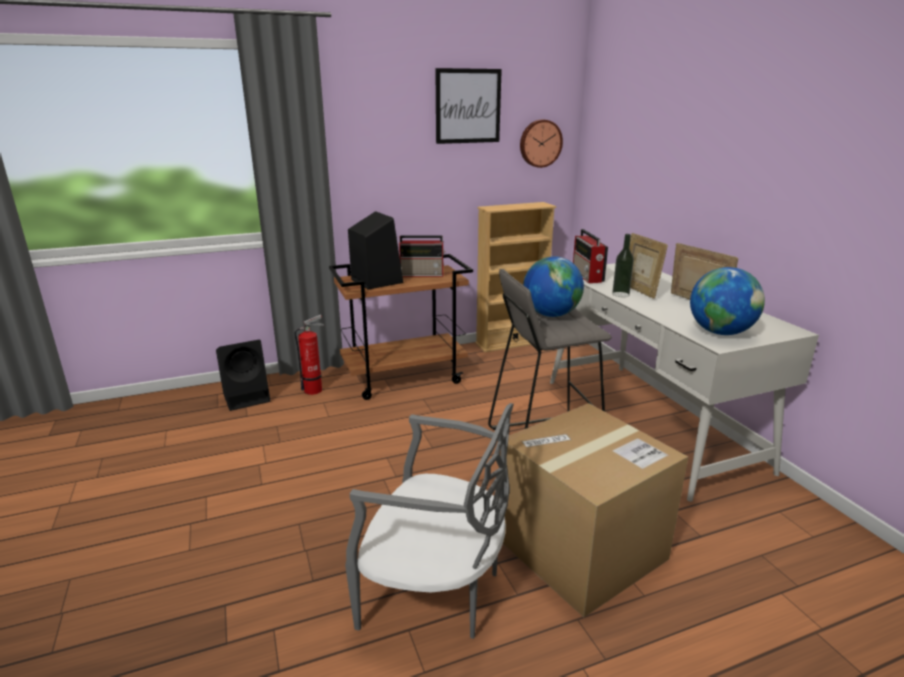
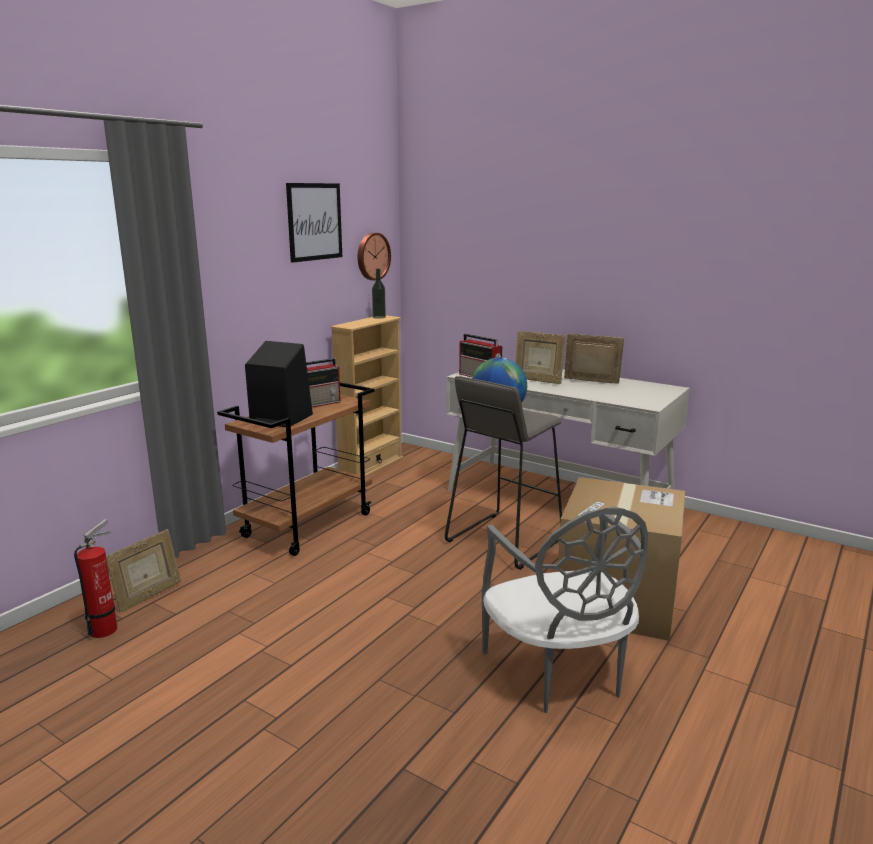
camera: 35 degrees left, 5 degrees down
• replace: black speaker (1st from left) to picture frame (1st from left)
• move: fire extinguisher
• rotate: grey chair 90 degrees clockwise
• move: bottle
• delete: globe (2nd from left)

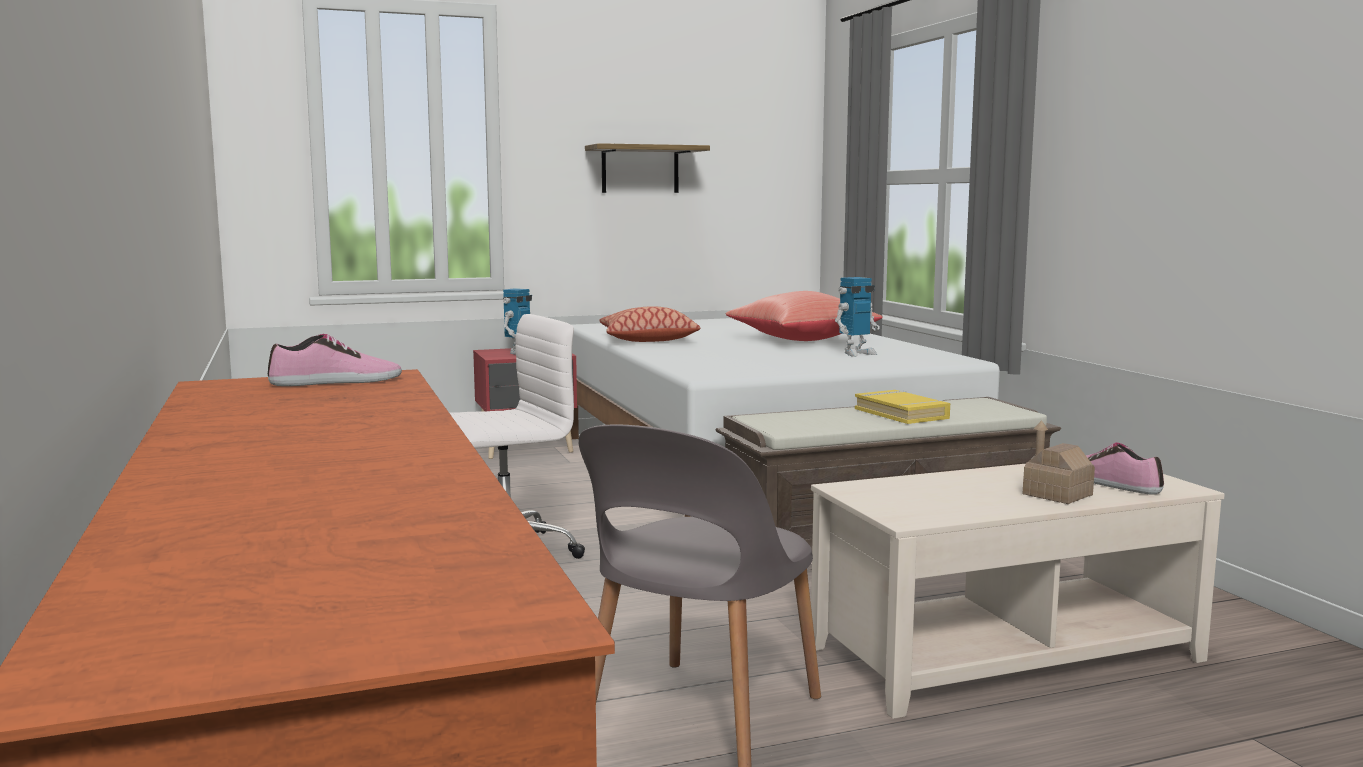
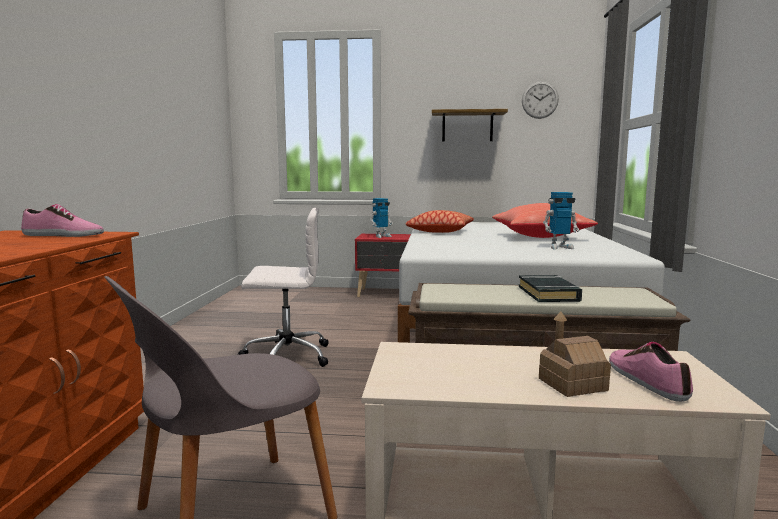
camera: 25 degrees right, 0 degrees up
• recolor: yellow book to black book
• insert: wall clock

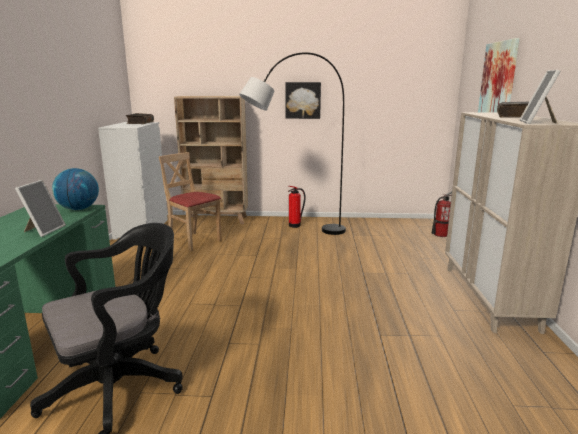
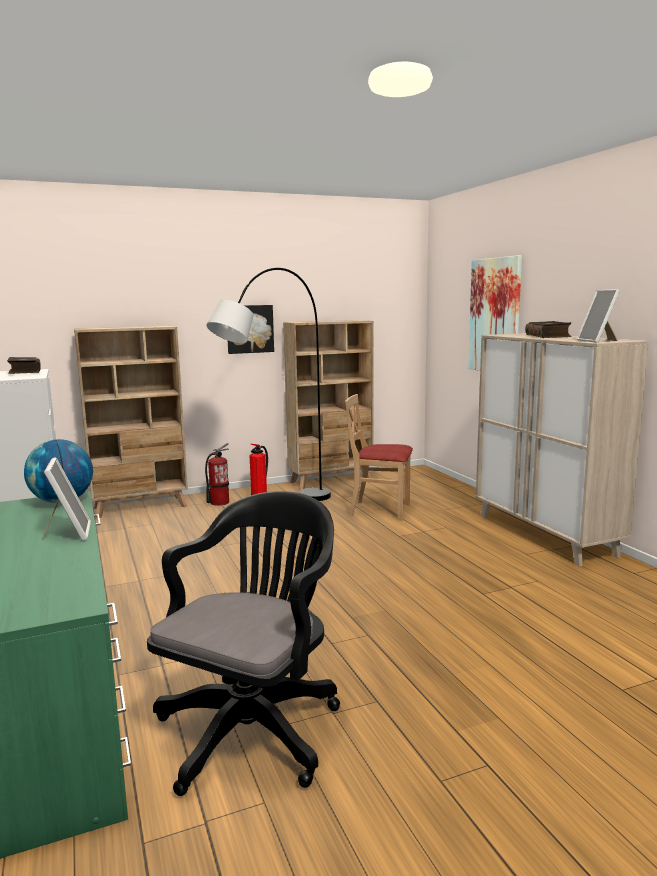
camera: 25 degrees left, 5 degrees down
• move: beige chair
• move: fire extinguisher (2nd from left in the first image) to fire extinguisher (1st from left)
• insert: beige bookcase (2nd from left)

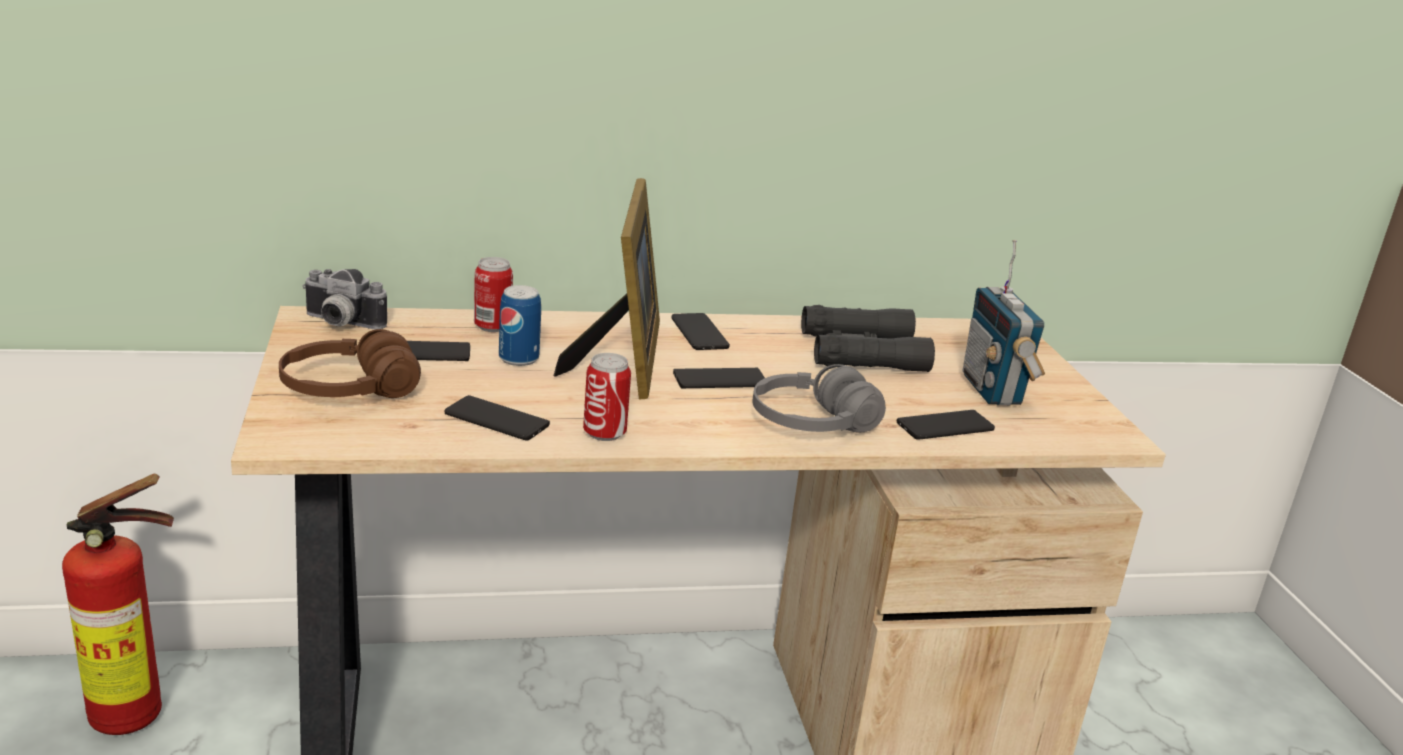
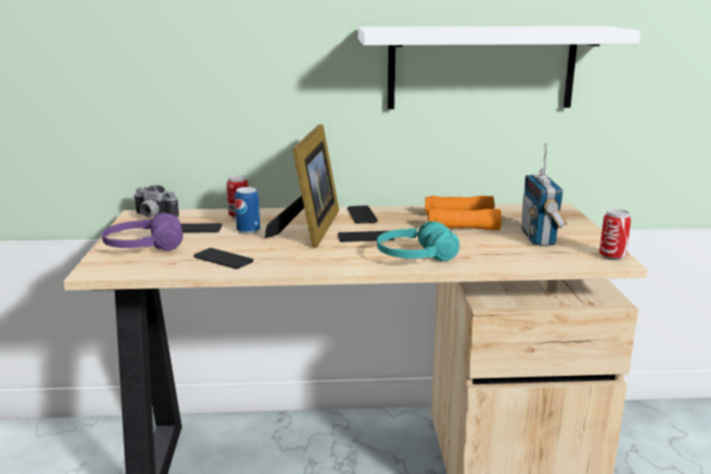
camera: 10 degrees right, 5 degrees down
• delete: fire extinguisher
• recolor: brown headphones to purple headphones
• move: can (3rd from left)
• recolor: grey headphones to turquoise headphones
• recolor: black binoculars to orange binoculars
• delete: phone (5th from left)
• insert: white shelf

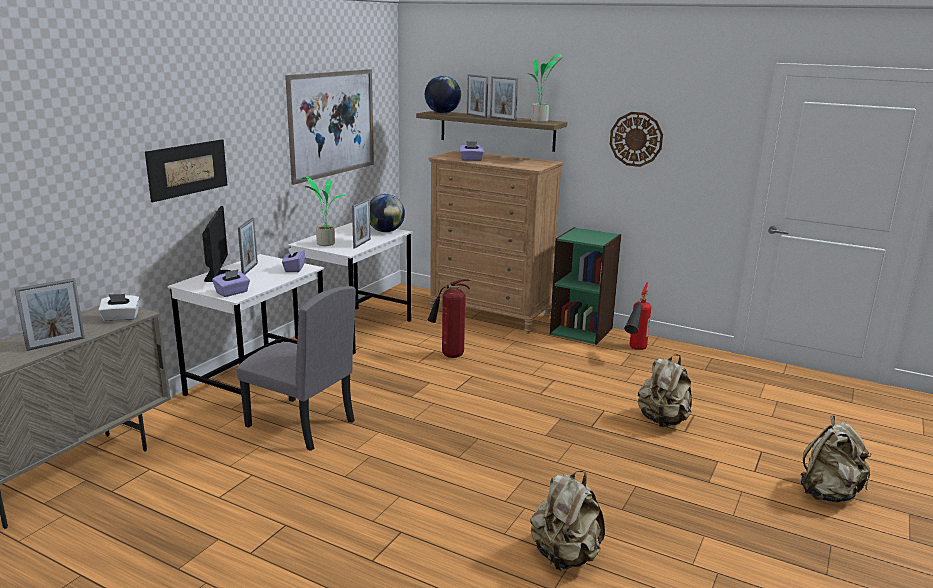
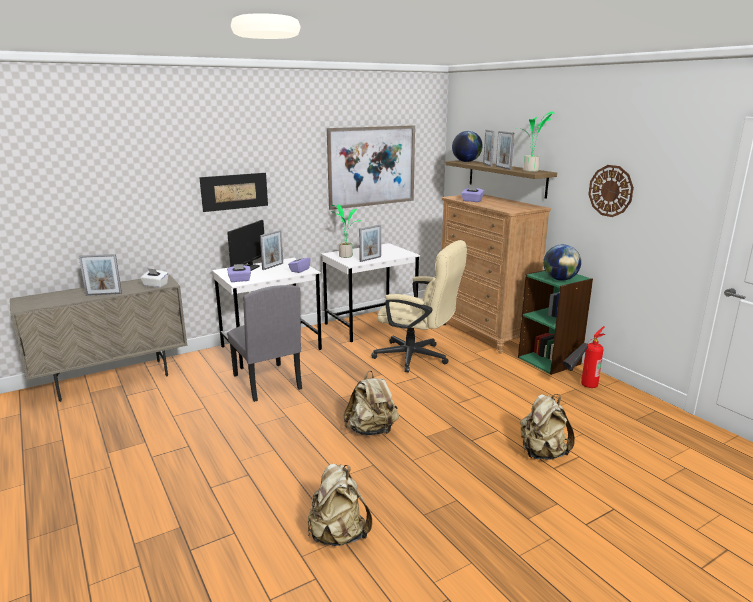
camera: 30 degrees right, 0 degrees up
• move: globe (1st from left in the first image) to globe (2nd from left)
• replace: fire extinguisher (1st from left) to beige office chair
• move: beige backpack (3rd from left in the first image) to beige backpack (2nd from left)

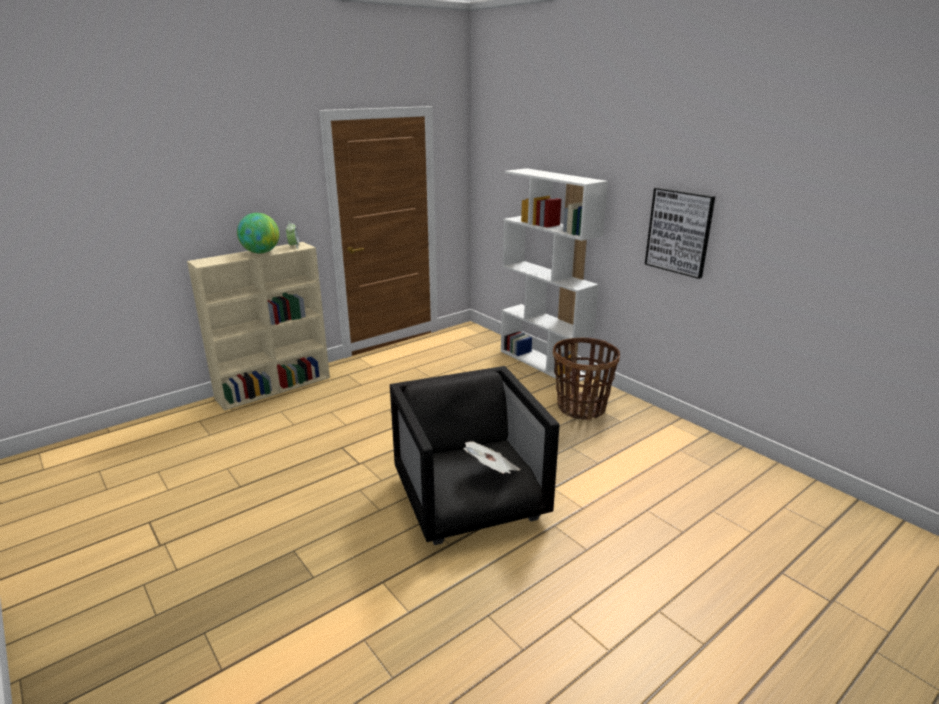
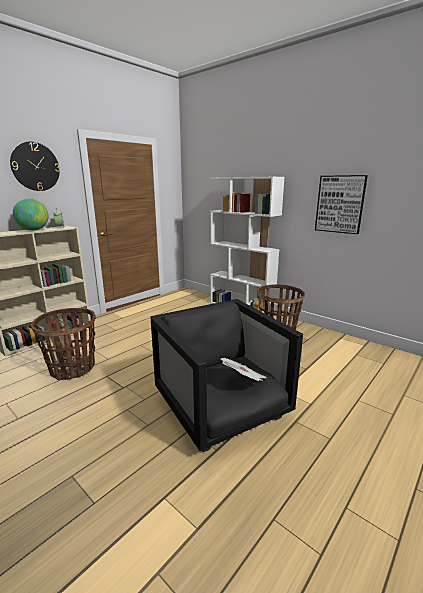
camera: 10 degrees left, 5 degrees down
• insert: wall clock
• insert: basket (1st from left)

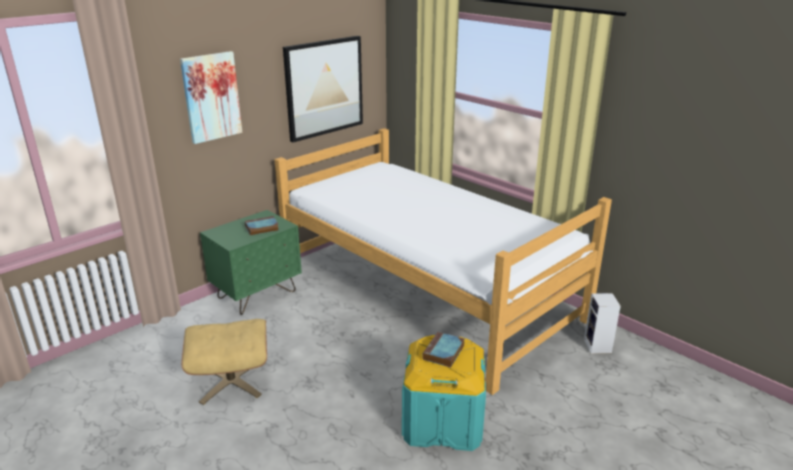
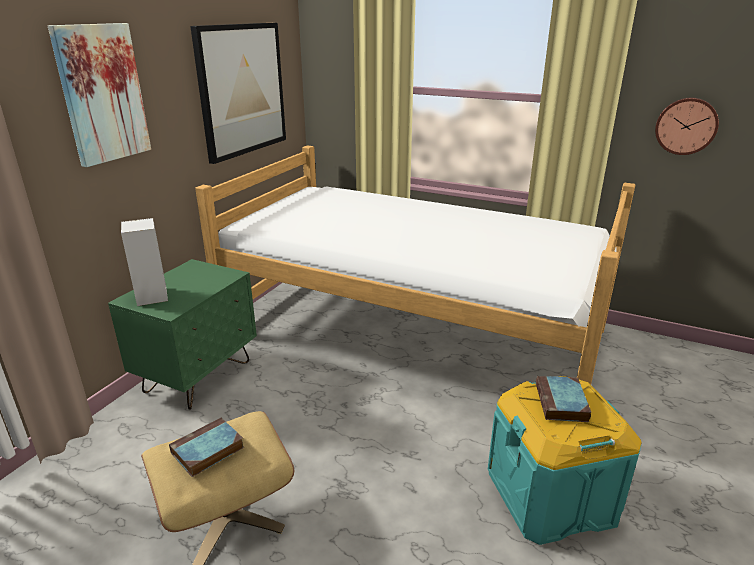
camera: 20 degrees left, 0 degrees up
• move: book (1st from left)
• move: speaker
• insert: wall clock

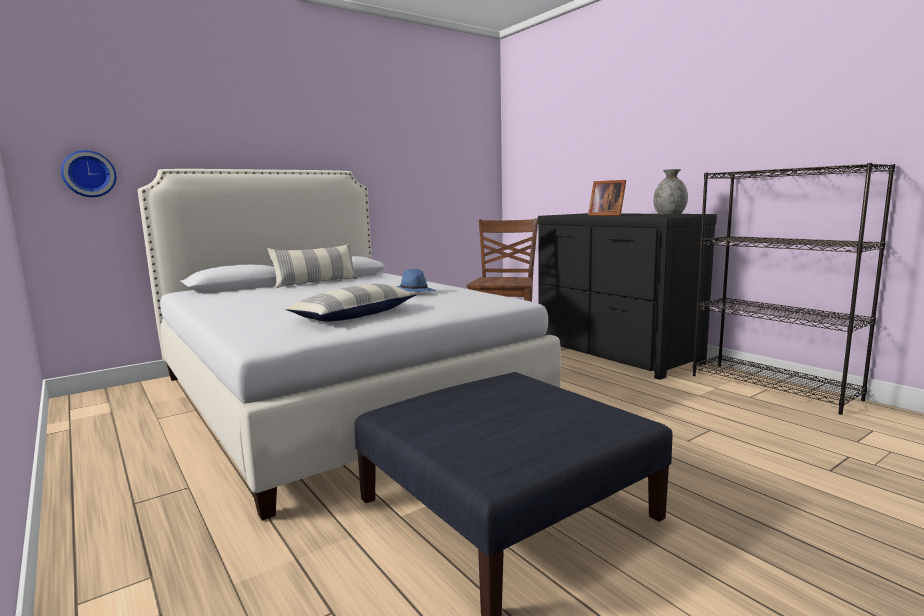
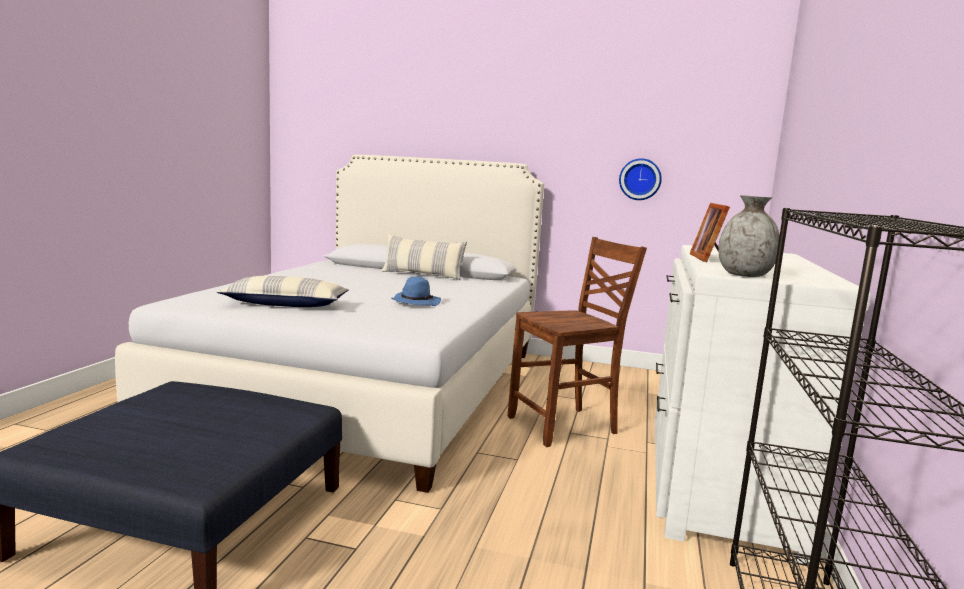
camera: 50 degrees right, 0 degrees up
• move: wall clock
• recolor: black dresser to white dresser

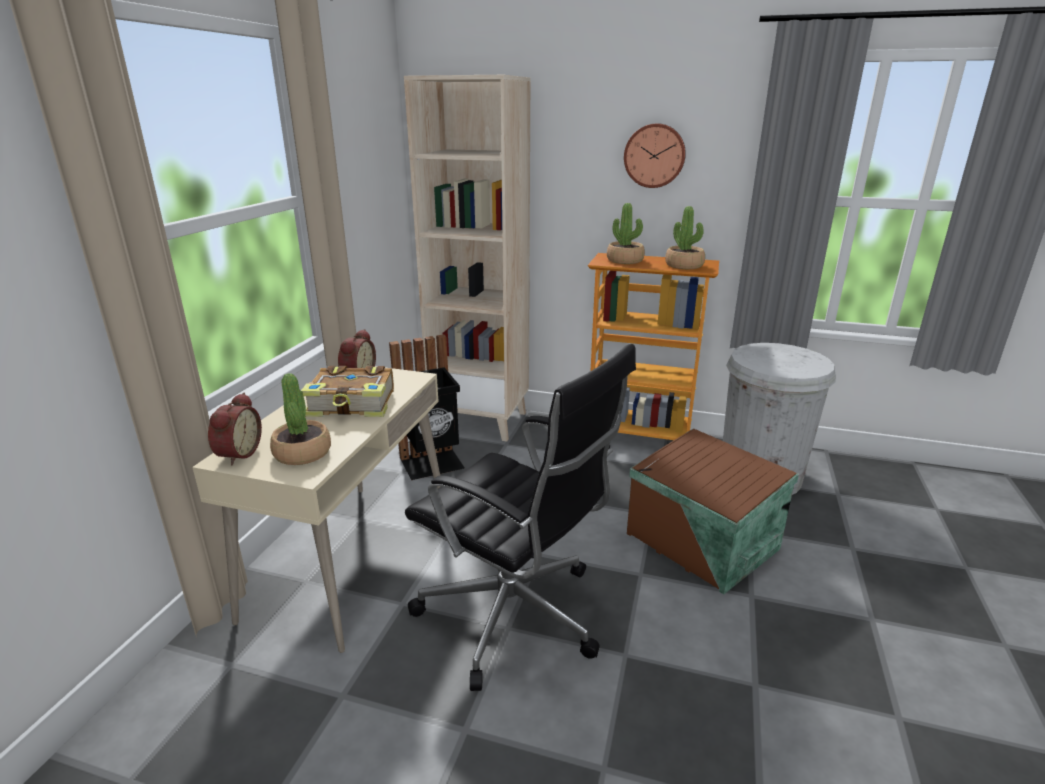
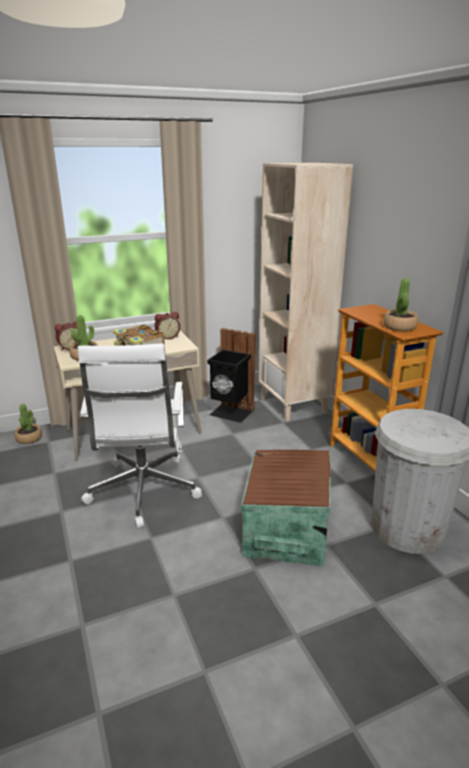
camera: 50 degrees right, 0 degrees up
• recolor: black office chair to white office chair
• move: potted plant (2nd from left in the first image) to potted plant (1st from left)
• delete: wall clock

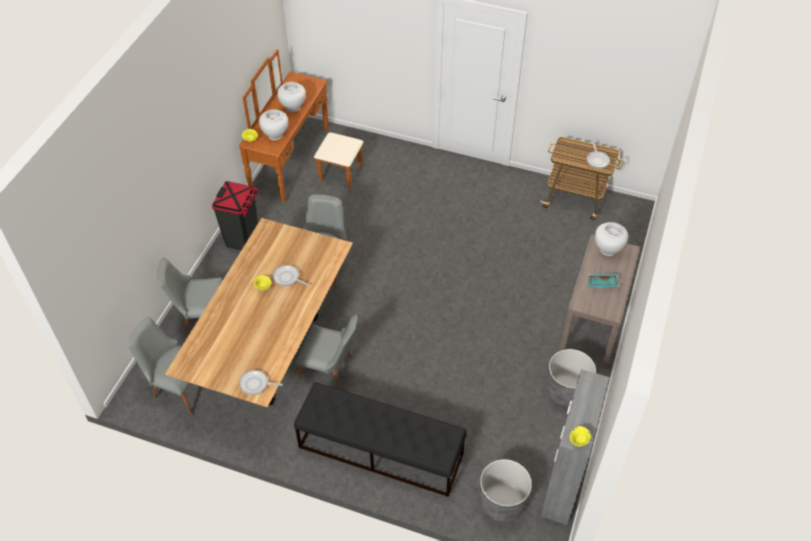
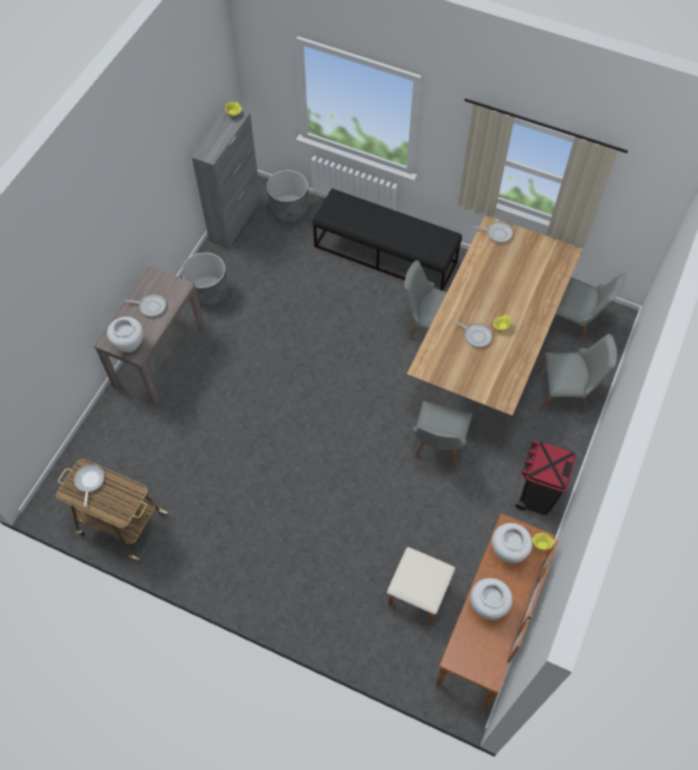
camera: 175 degrees left, 10 degrees up
• replace: turquoise tray to frying pan (2nd from left)

